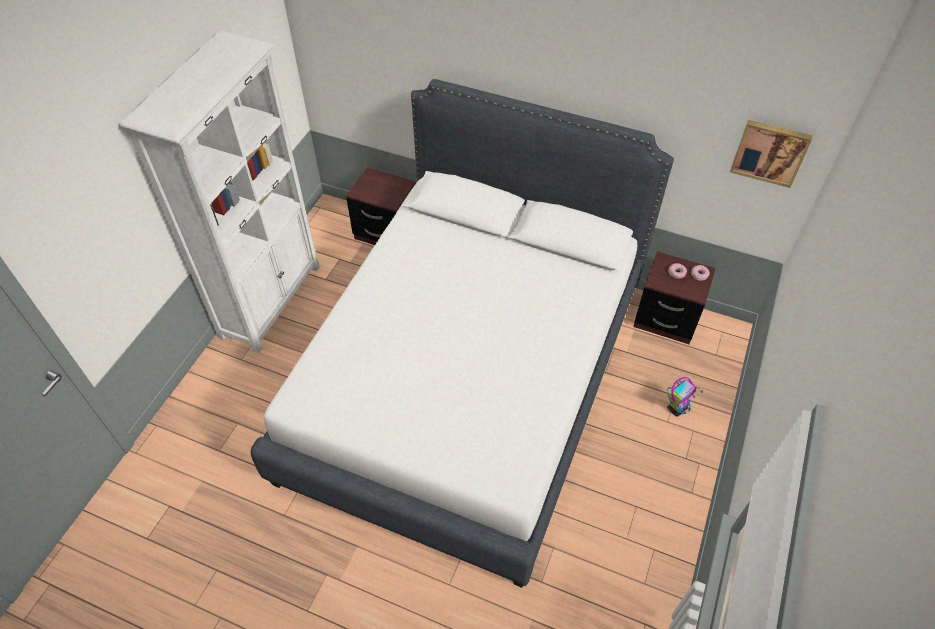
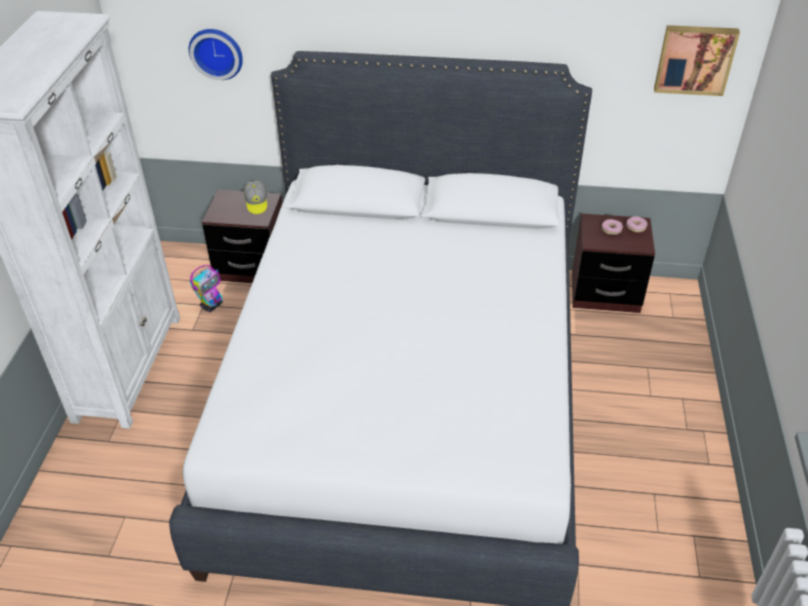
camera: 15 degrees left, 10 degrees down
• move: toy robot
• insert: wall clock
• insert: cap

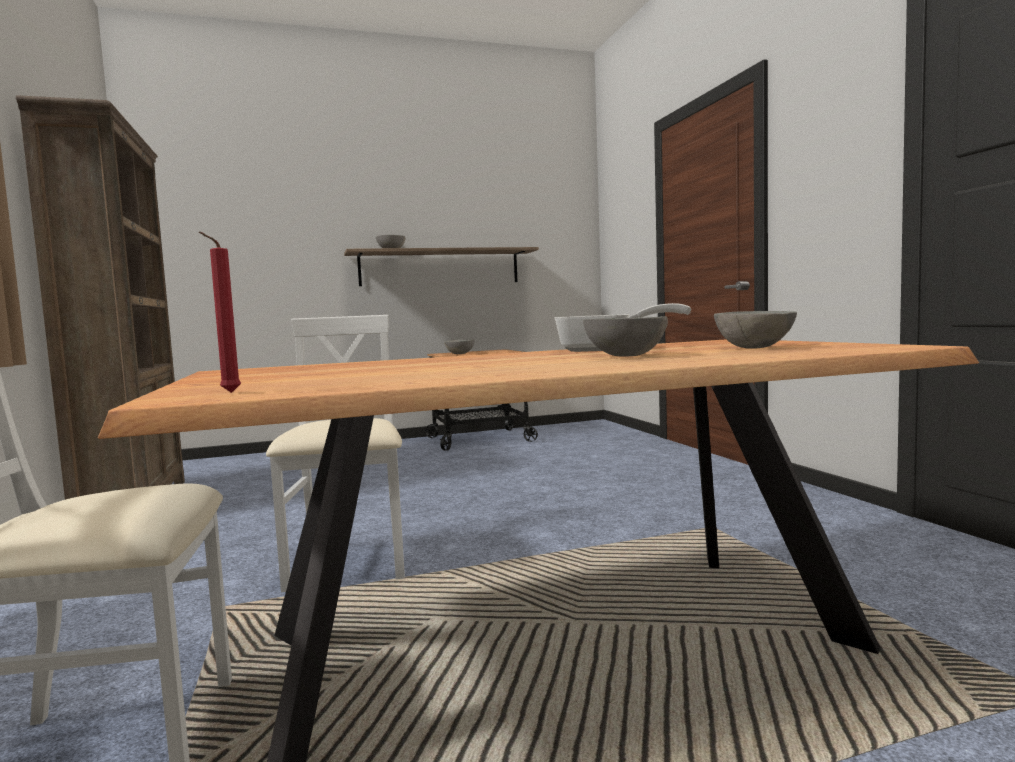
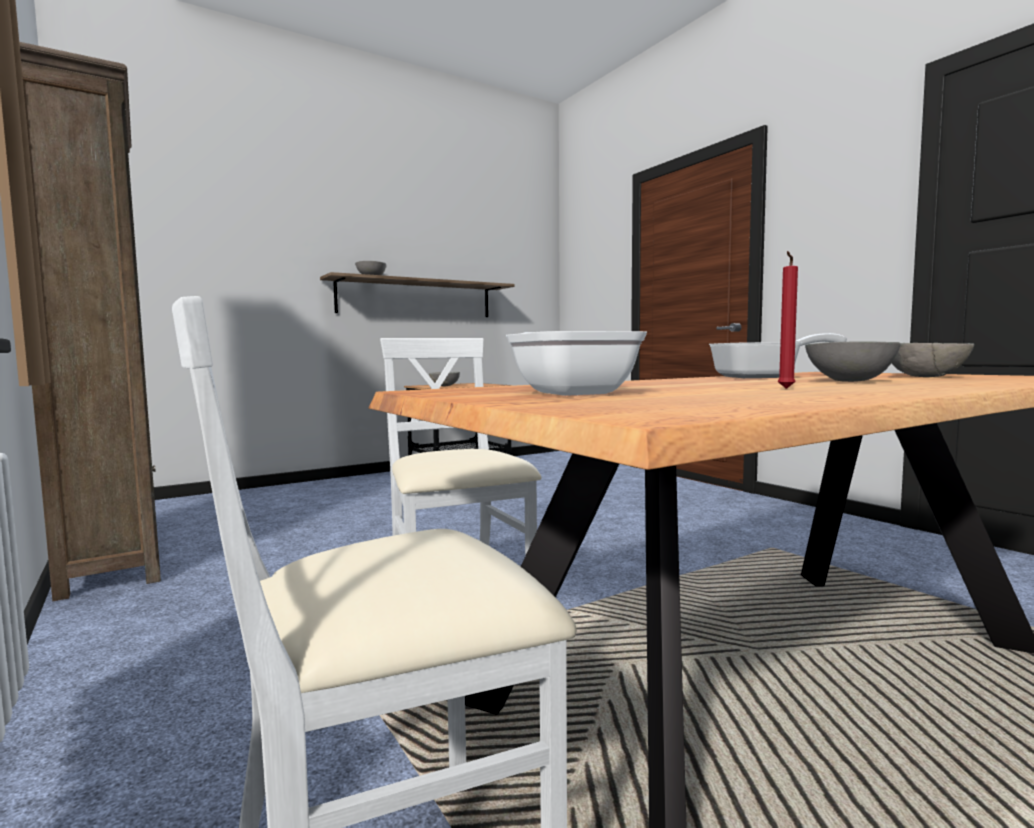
camera: 15 degrees left, 0 degrees up
• move: red candle
• insert: frying pan (1st from left)

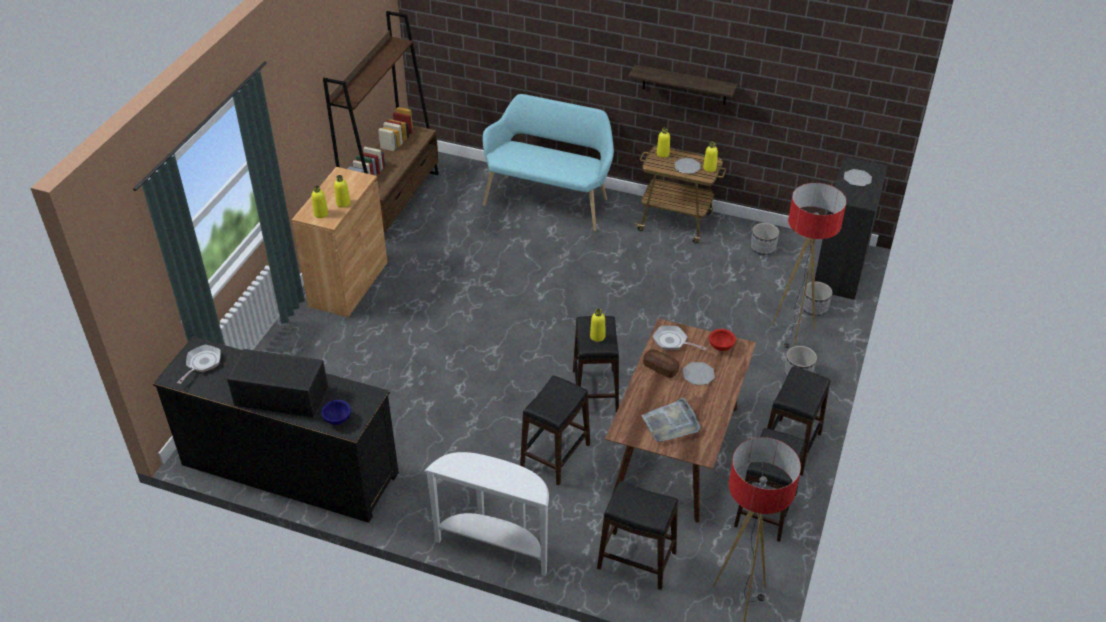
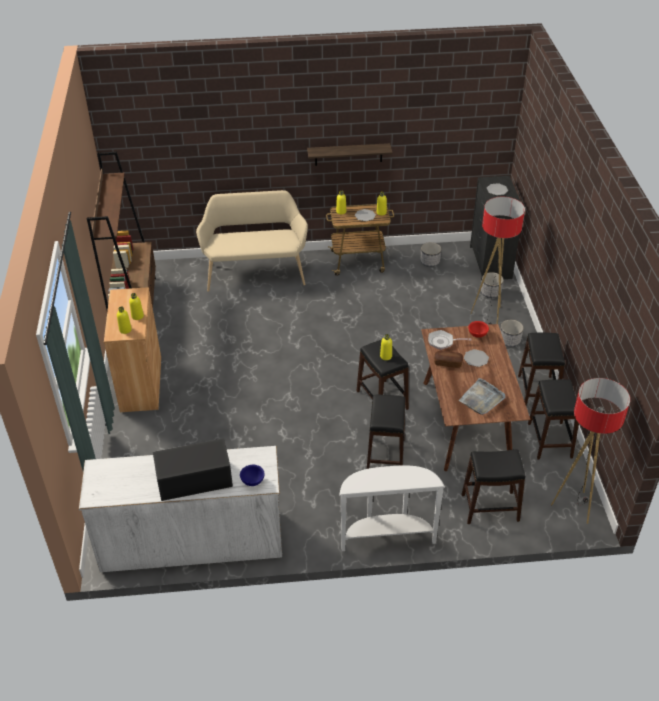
camera: 25 degrees left, 0 degrees up
• recolor: black dresser (1st from left) to white dresser
• delete: frying pan (1st from left)
• recolor: turquoise bench to beige bench

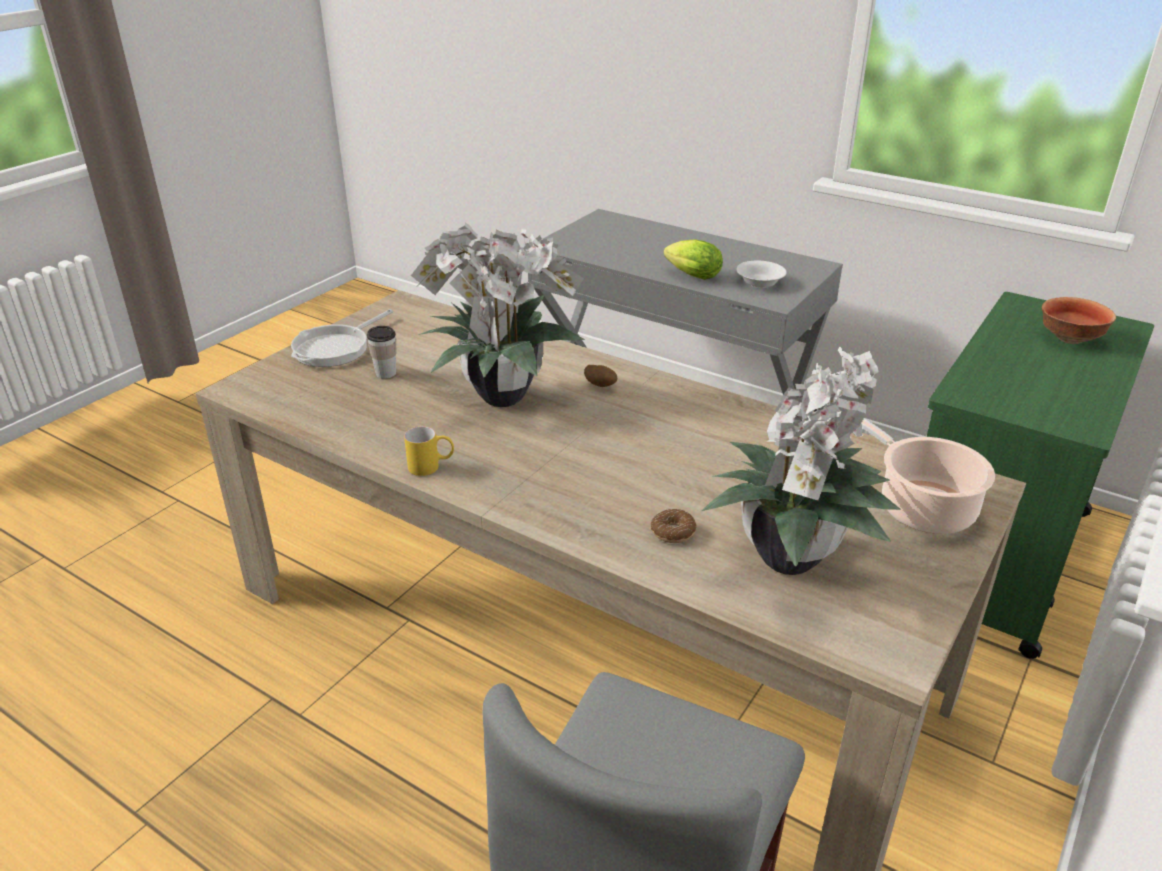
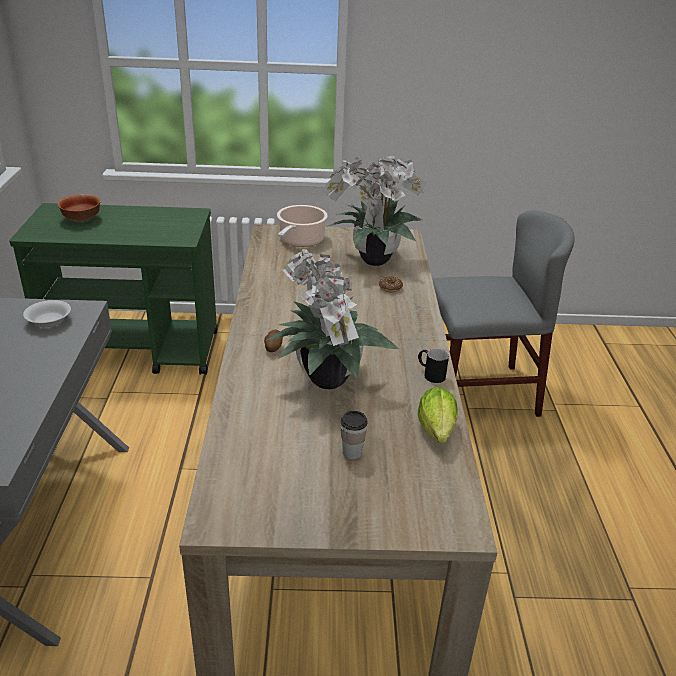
camera: 125 degrees left, 0 degrees up
• delete: frying pan
• recolor: yellow mug to black mug
• move: lettuce

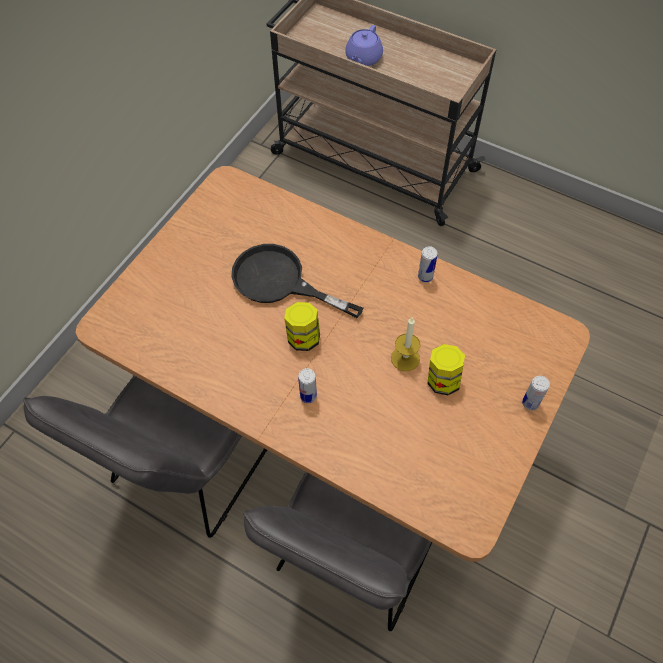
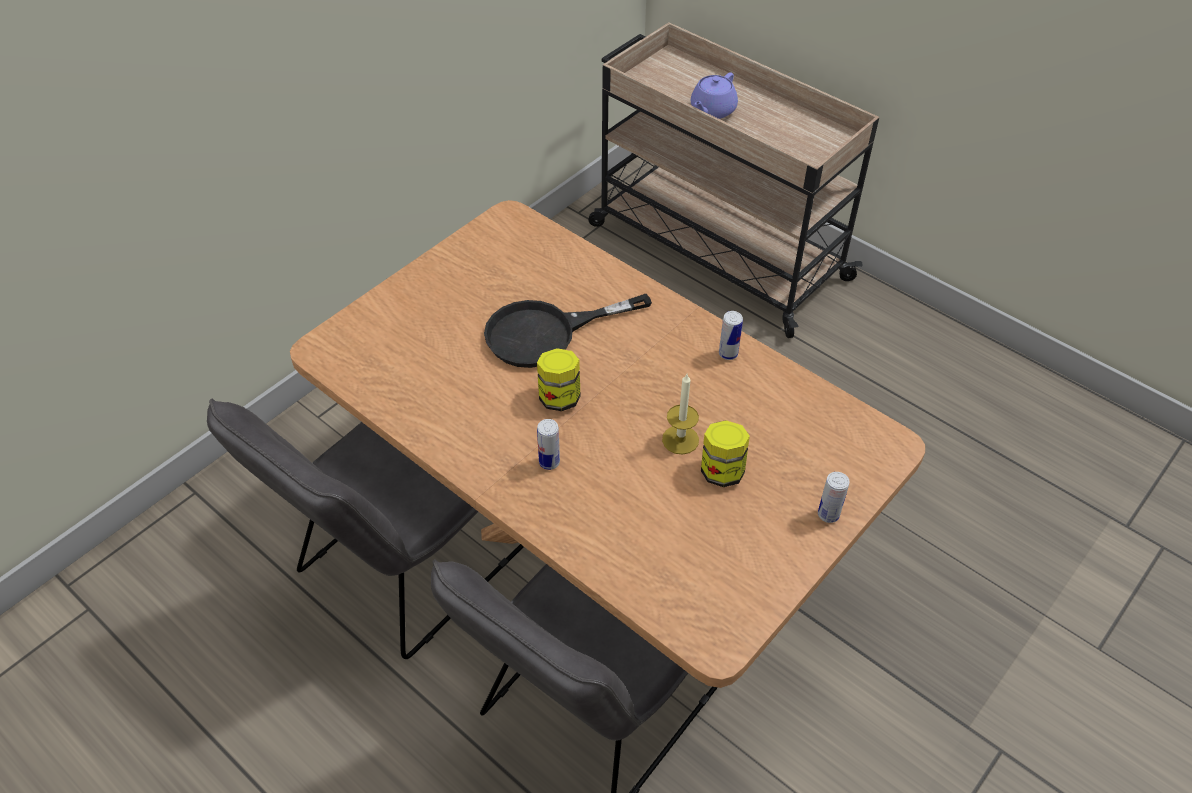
camera: 10 degrees right, 10 degrees down
• rotate: black frying pan 60 degrees counterclockwise

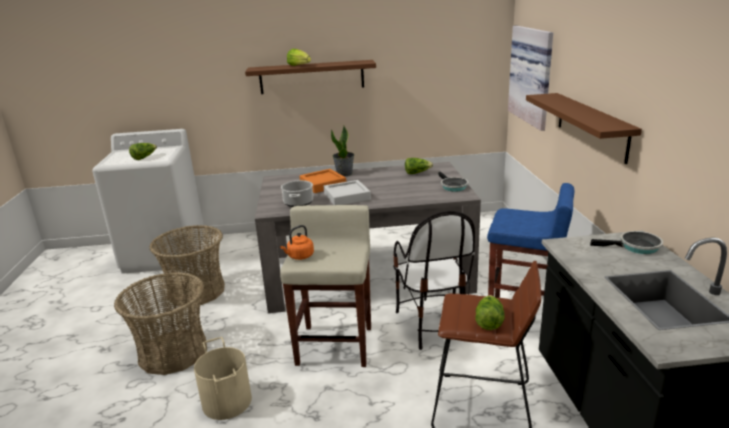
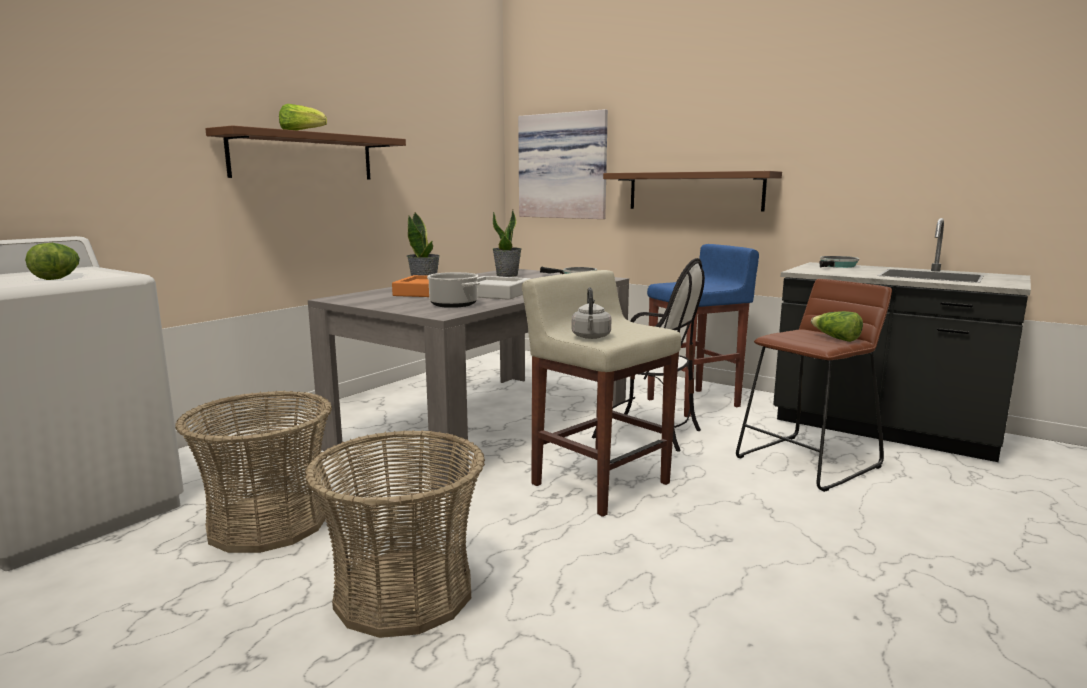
camera: 50 degrees left, 10 degrees down
• delete: beige bucket
• recolor: orange kettle to grey kettle
• replace: lettuce (3rd from left) to potted plant (2nd from left)

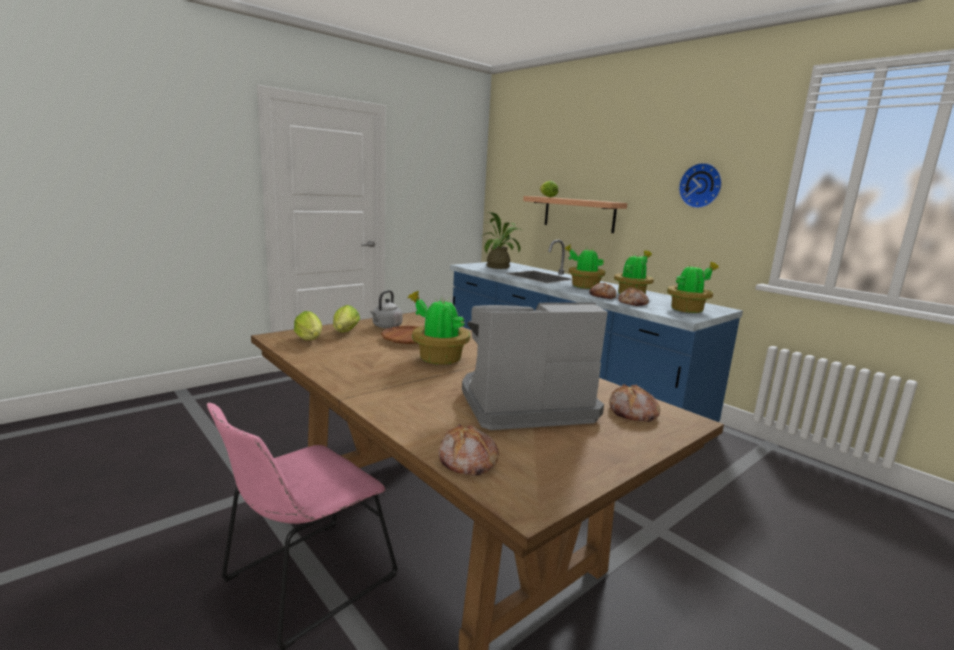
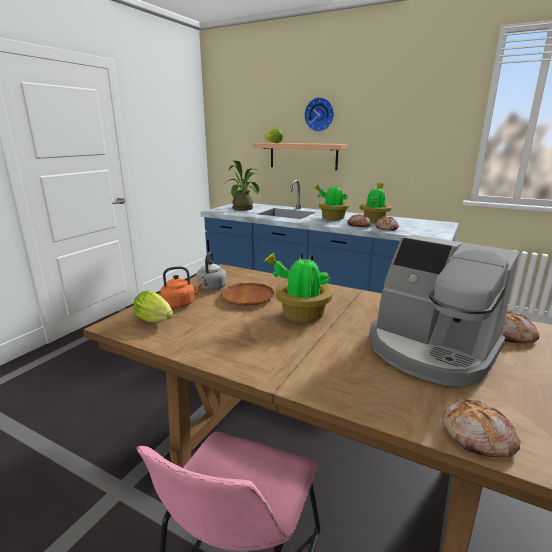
camera: 20 degrees left, 5 degrees up
• replace: lettuce (2nd from left) to orange kettle
• rotate: coffee machine 105 degrees counterclockwise
• delete: potted plant (5th from left)
• move: wall clock

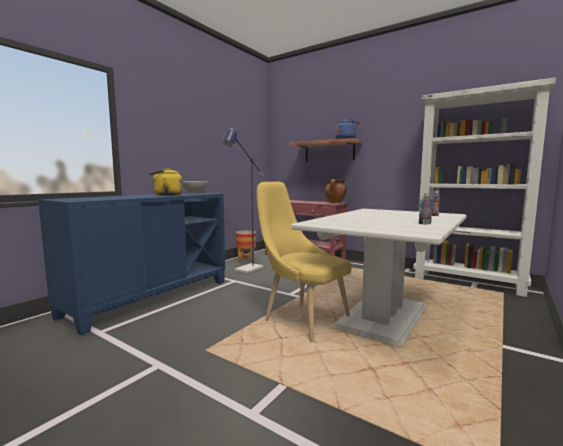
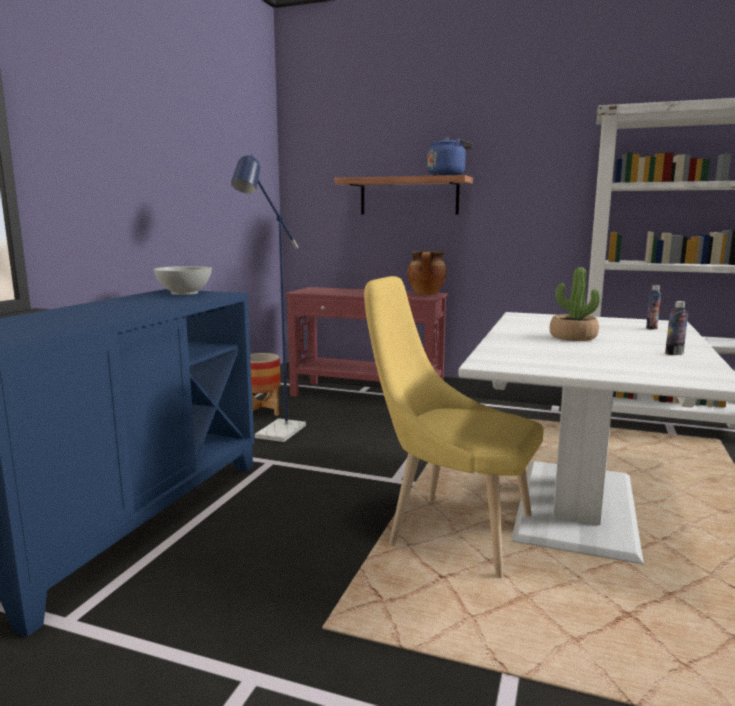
camera: 15 degrees left, 5 degrees up
• delete: yellow kettle
• insert: potted plant

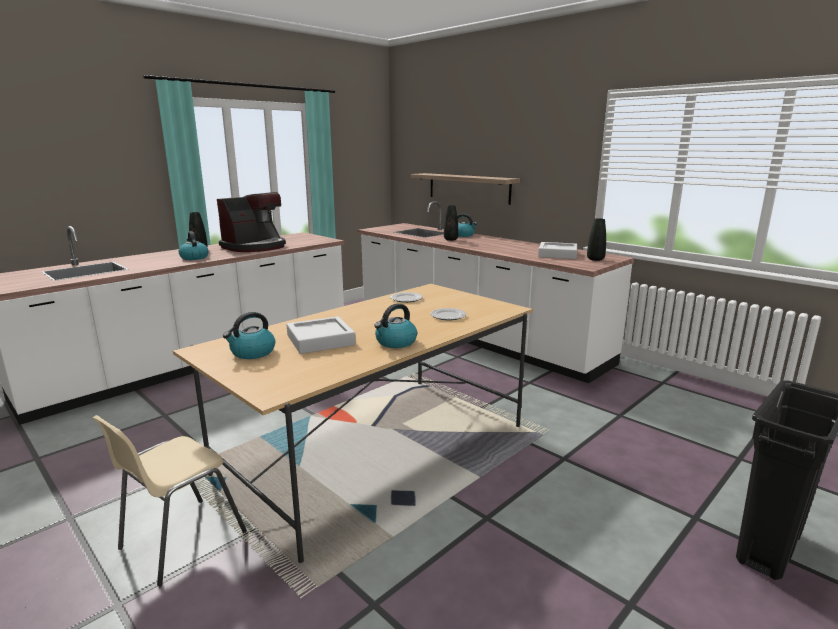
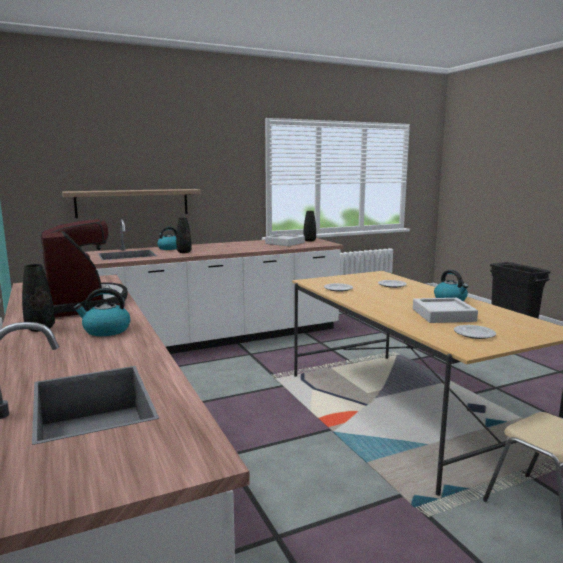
camera: 70 degrees left, 5 degrees down
• replace: kettle (2nd from left) to plate (3rd from left)

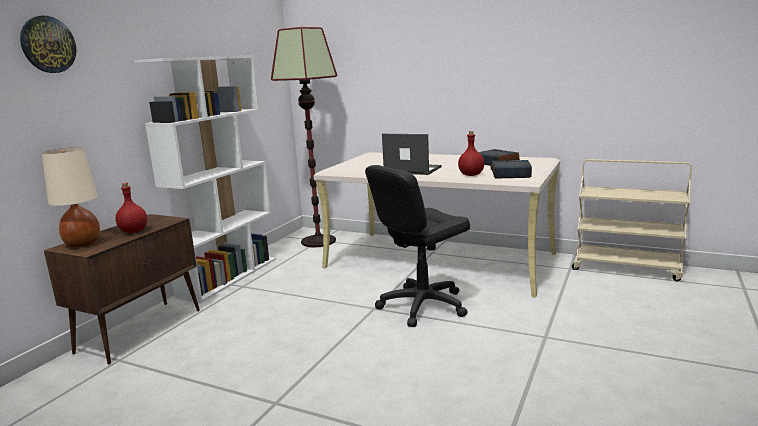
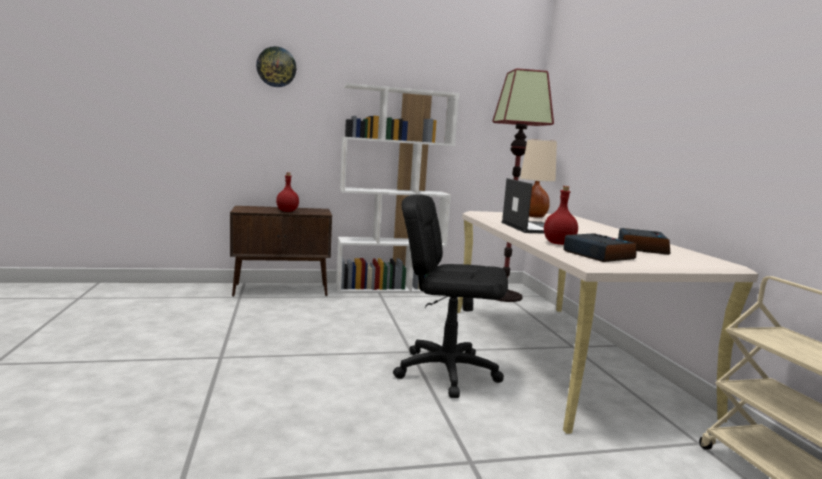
camera: 50 degrees right, 5 degrees down
• move: beige table lamp

